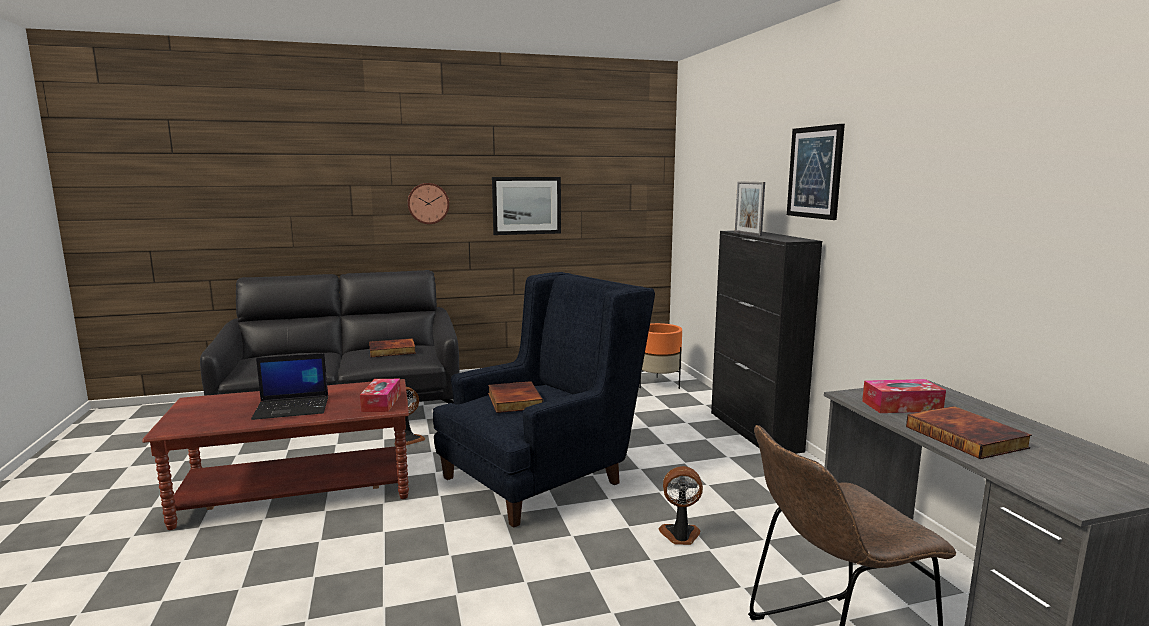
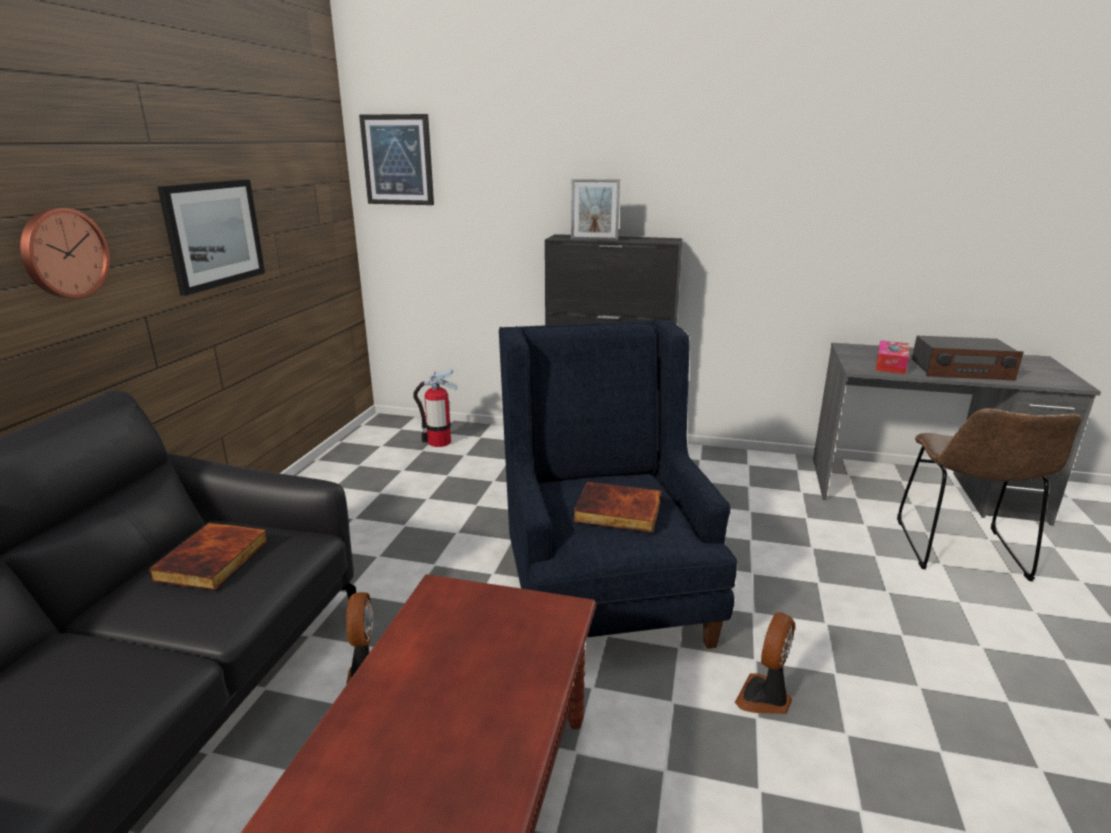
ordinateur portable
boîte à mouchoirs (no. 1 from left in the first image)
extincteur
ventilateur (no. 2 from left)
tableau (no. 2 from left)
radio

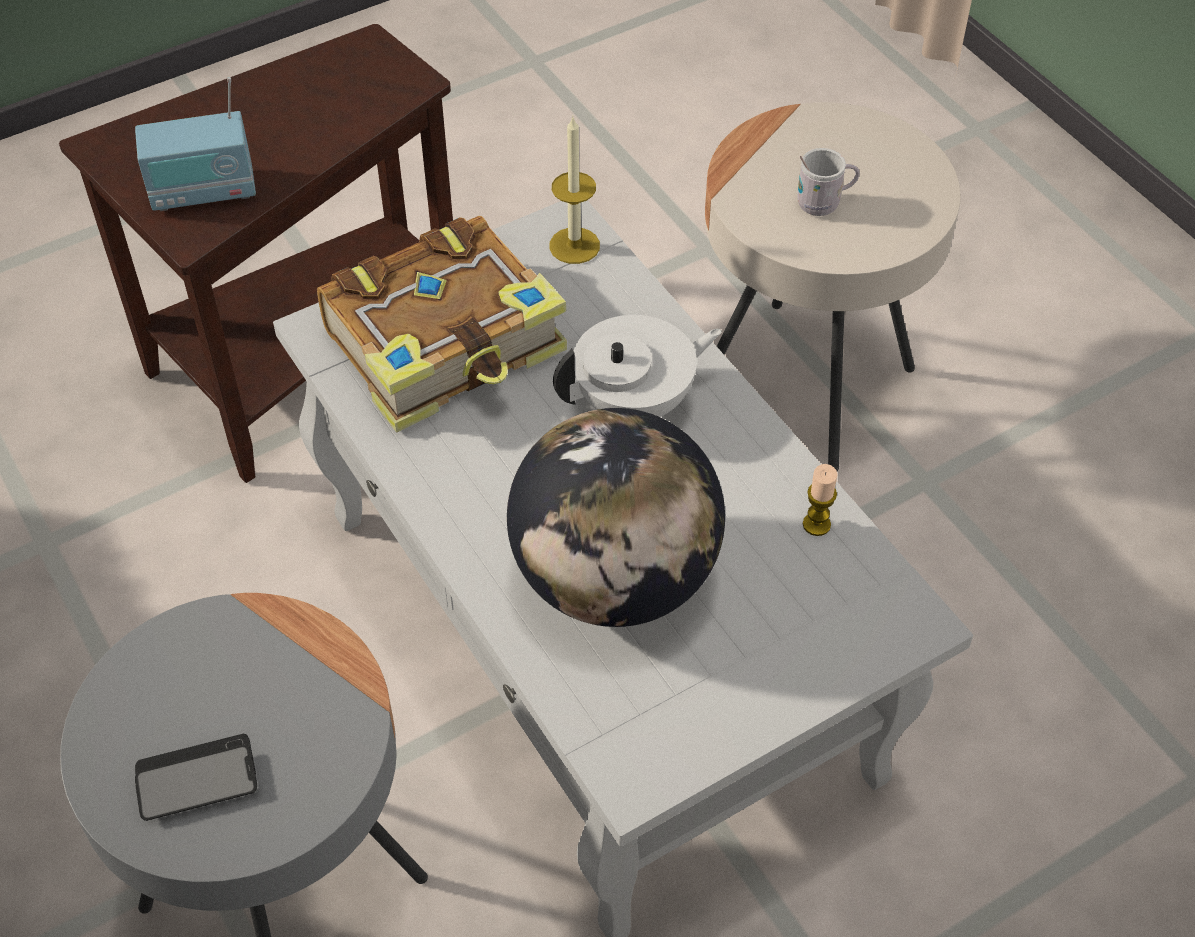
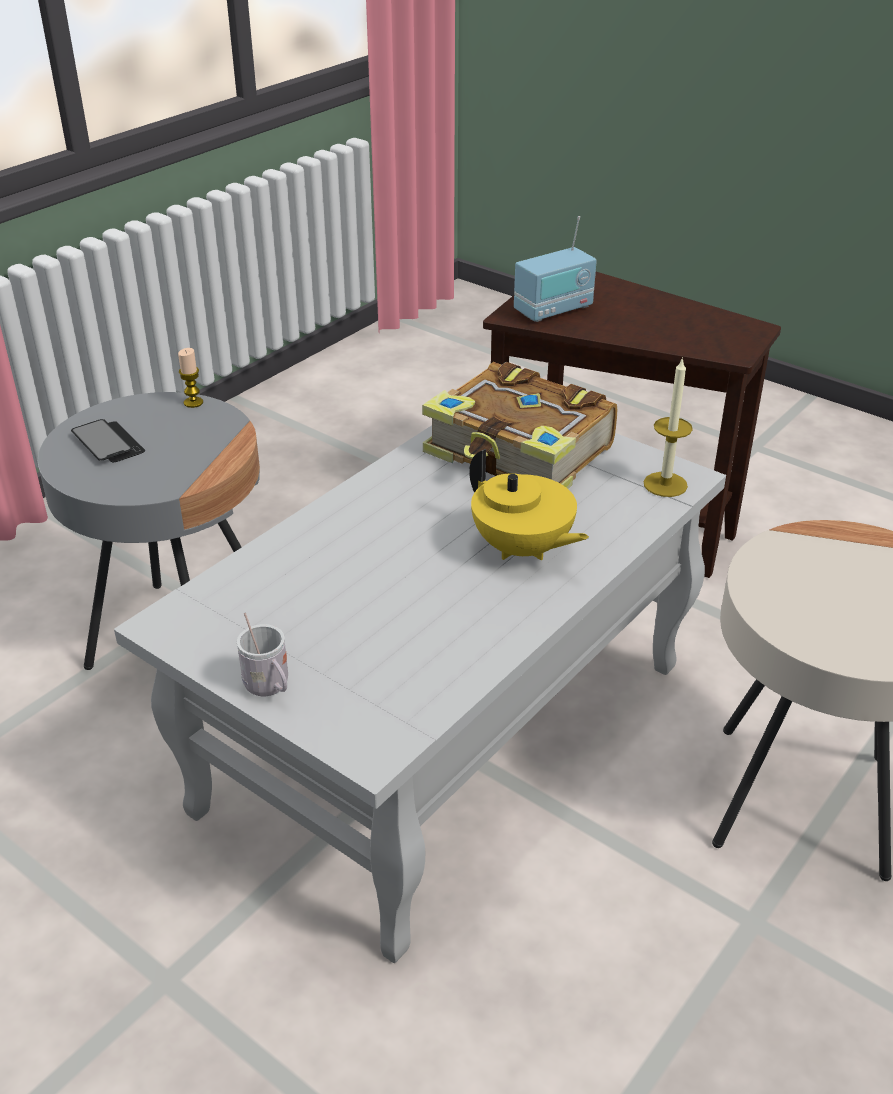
radio
globe
théière [jaune]
mug [blanc]
bougie (no. 1 from left)

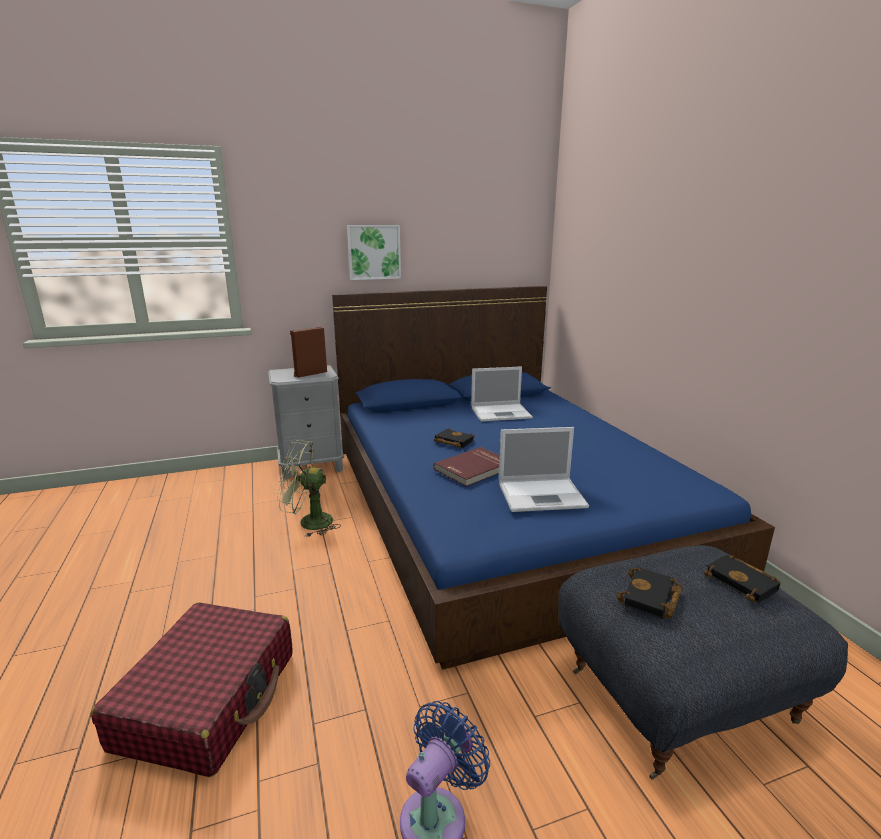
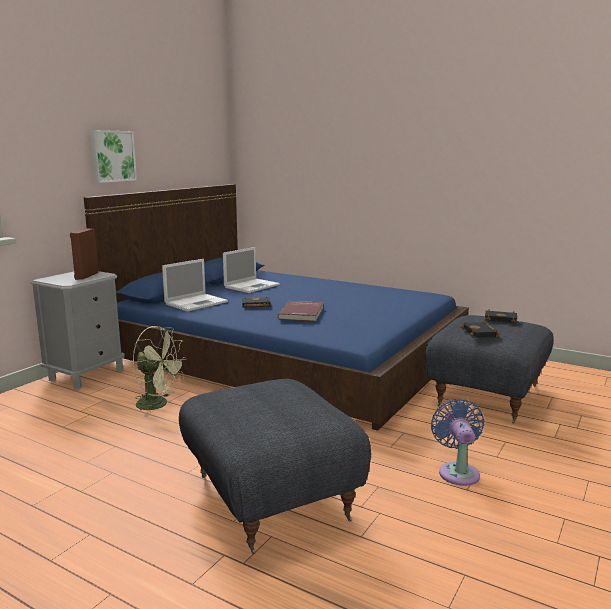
pouf [gris] (no. 1 from left)
ventilateur [vert]
ordinateur portable (no. 1 from left)

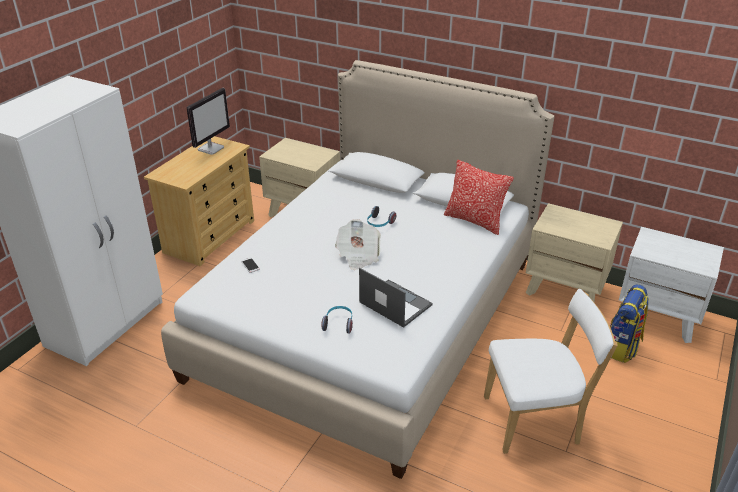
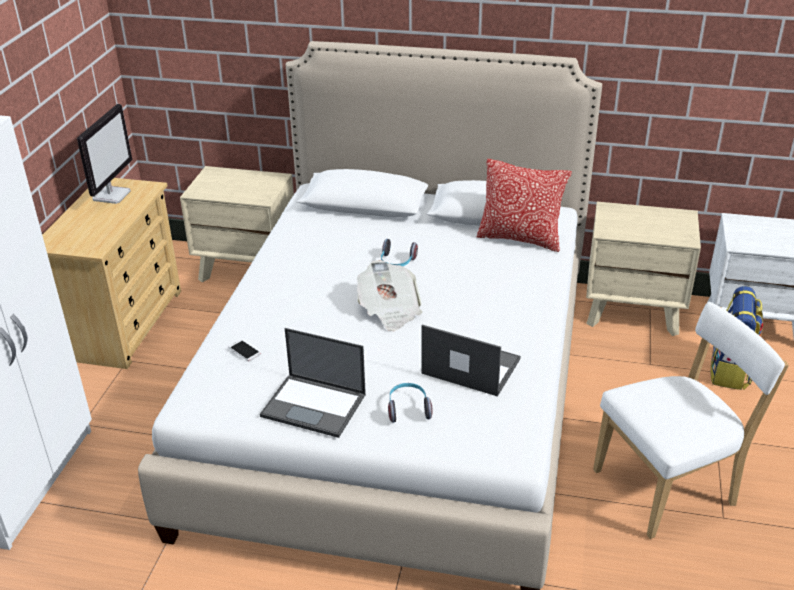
ordinateur portable (no. 1 from left)

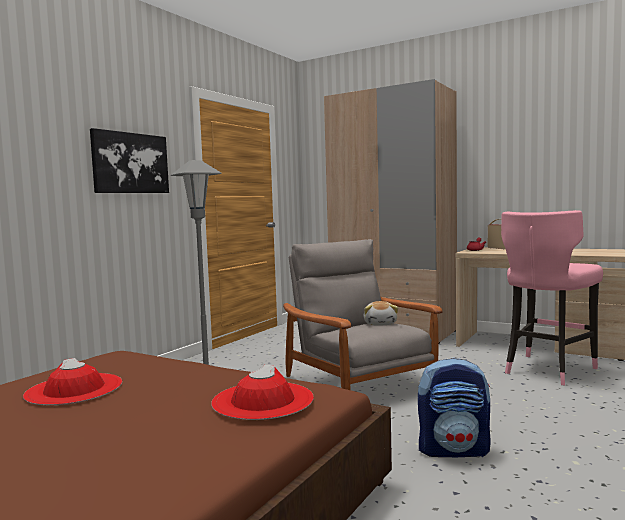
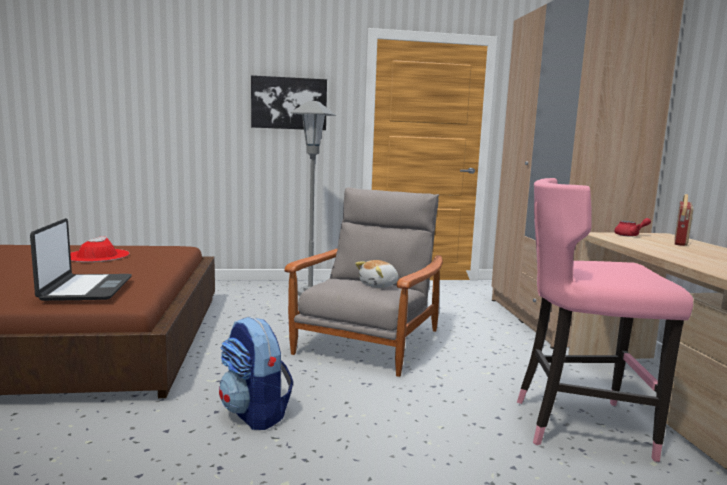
ordinateur portable

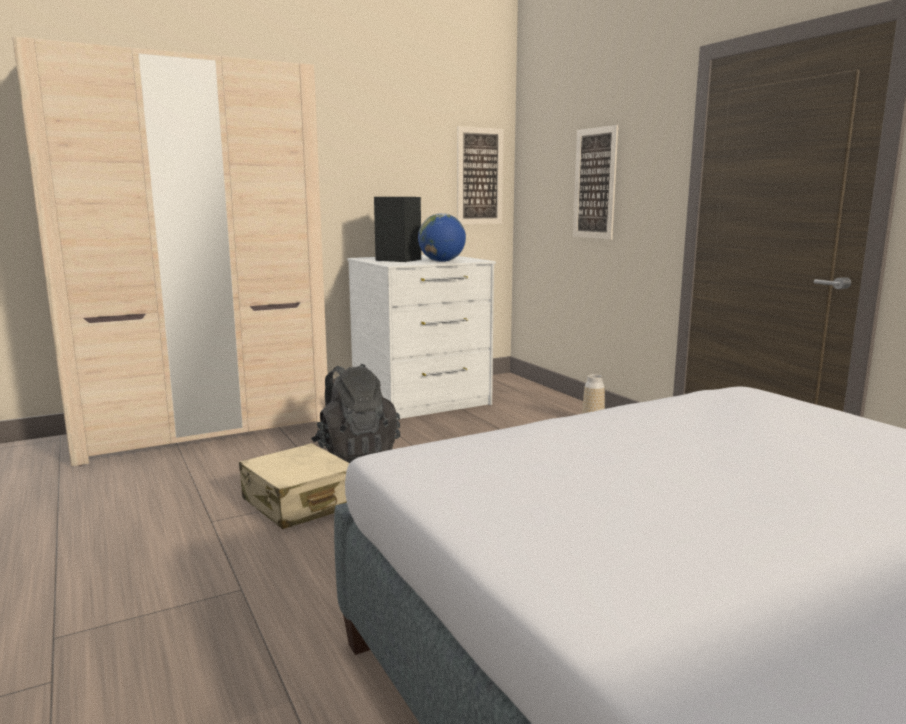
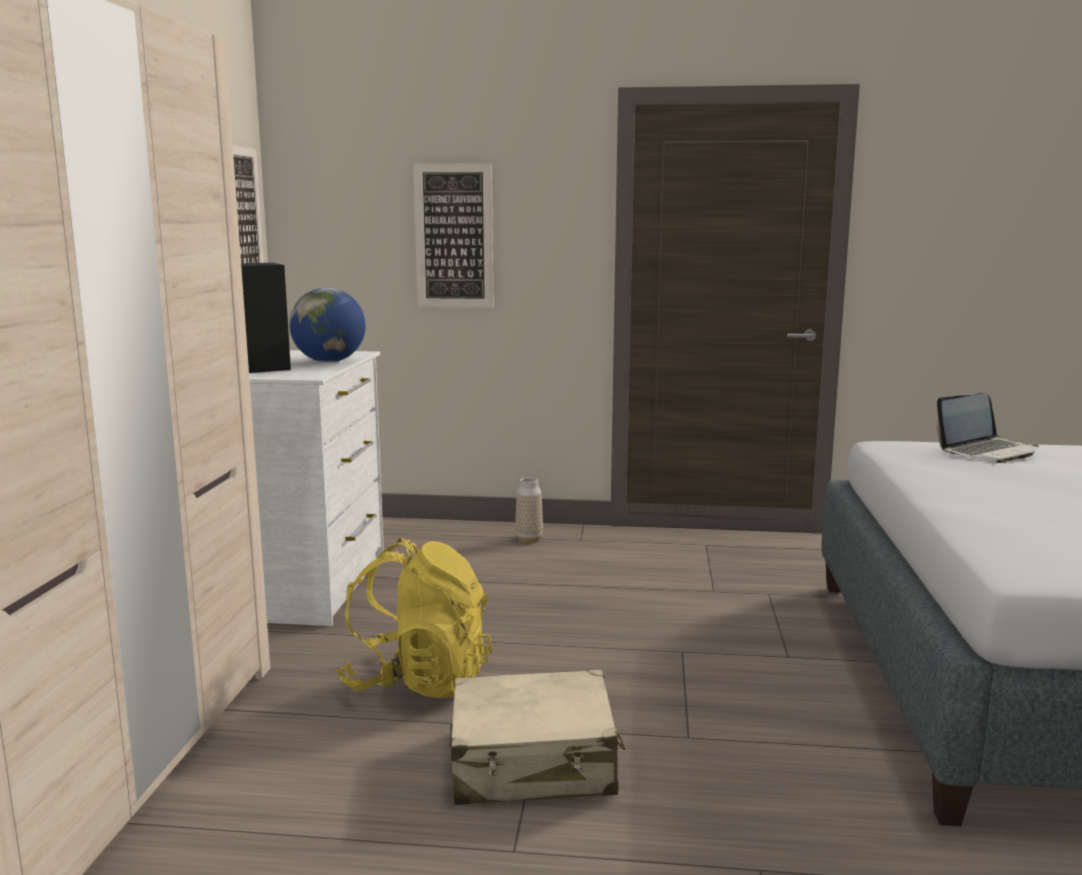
sac à dos [jaune]
ordinateur portable

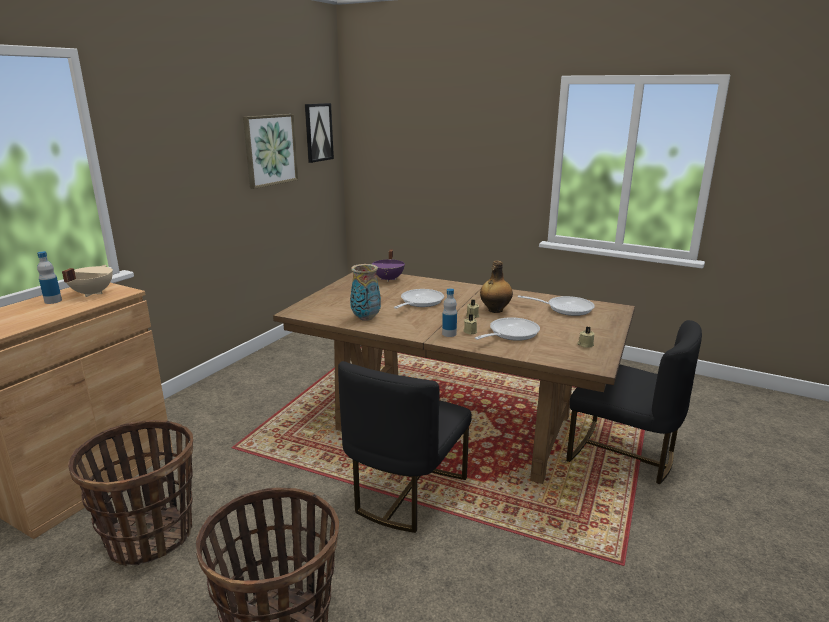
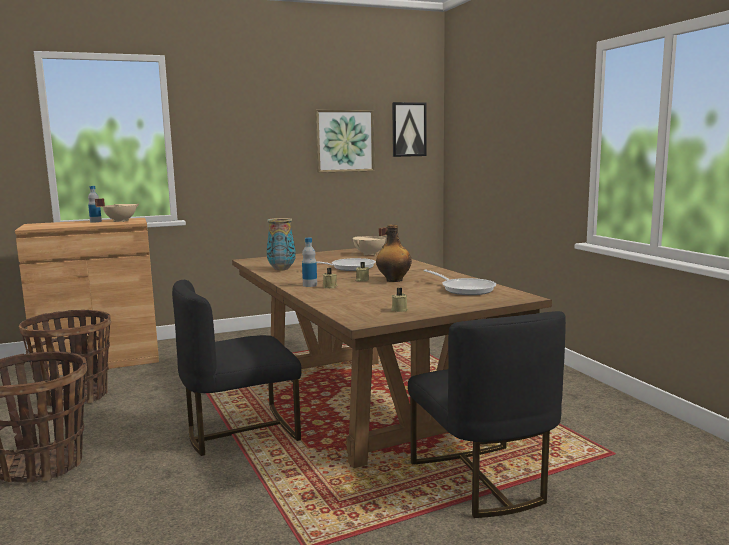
marmite [beige] (no. 2 from left)
poêle (no. 2 from left in the first image)

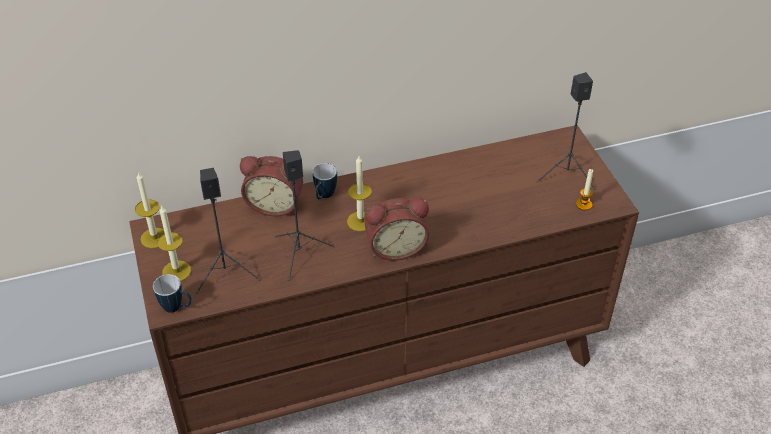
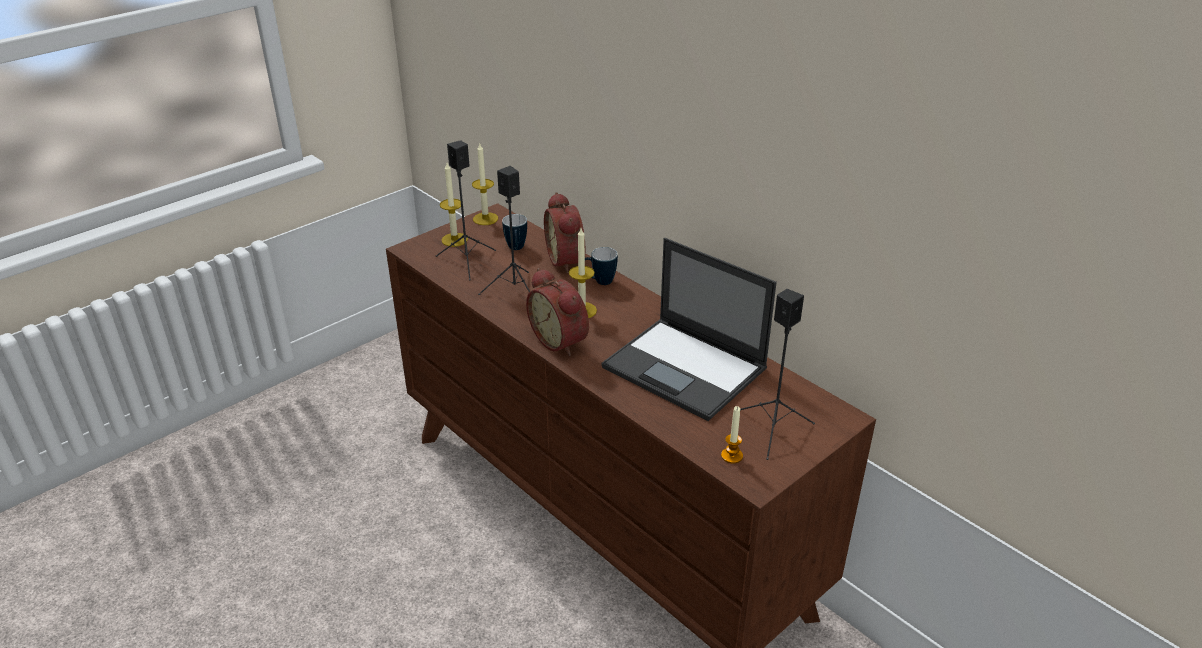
mug (no. 1 from left)
ordinateur portable

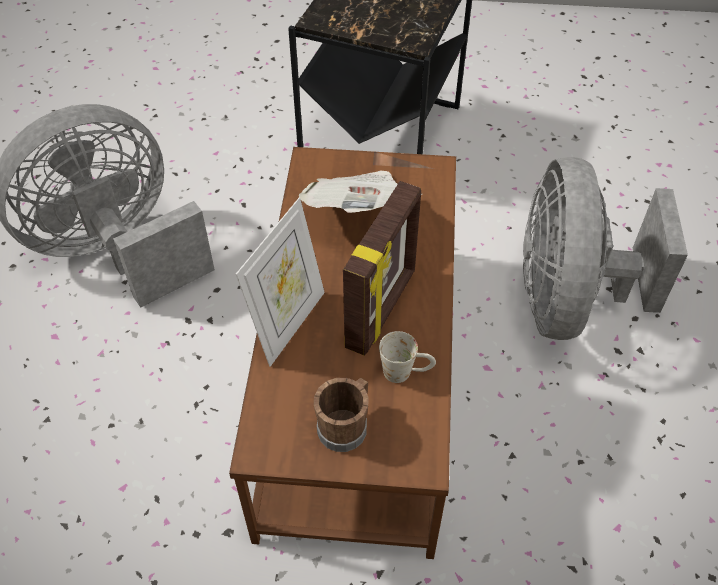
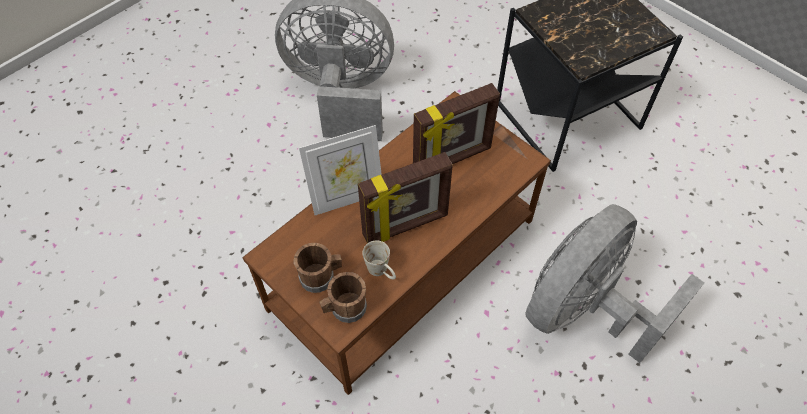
cadre photo (no. 3 from left)
mug [marron] (no. 2 from left)

